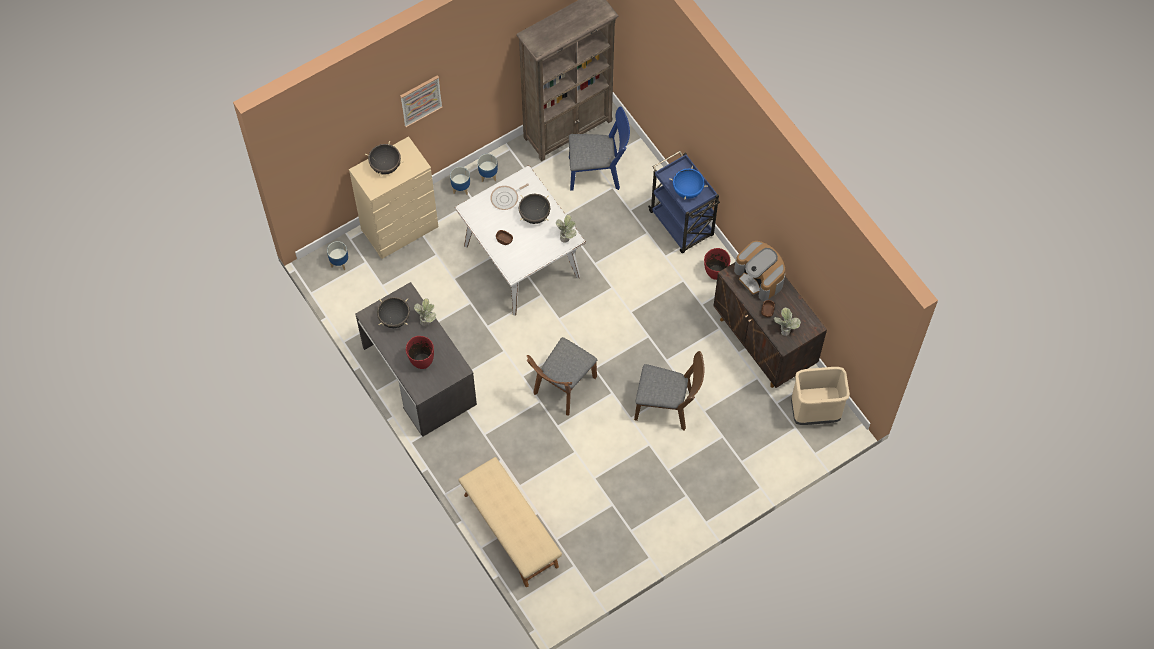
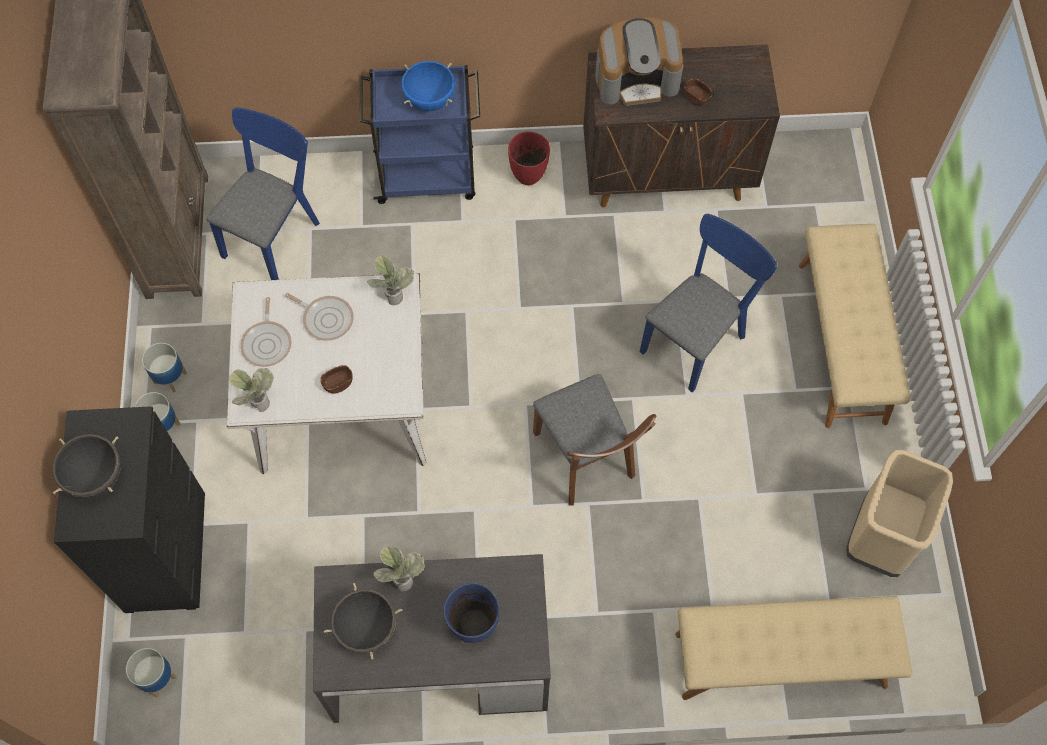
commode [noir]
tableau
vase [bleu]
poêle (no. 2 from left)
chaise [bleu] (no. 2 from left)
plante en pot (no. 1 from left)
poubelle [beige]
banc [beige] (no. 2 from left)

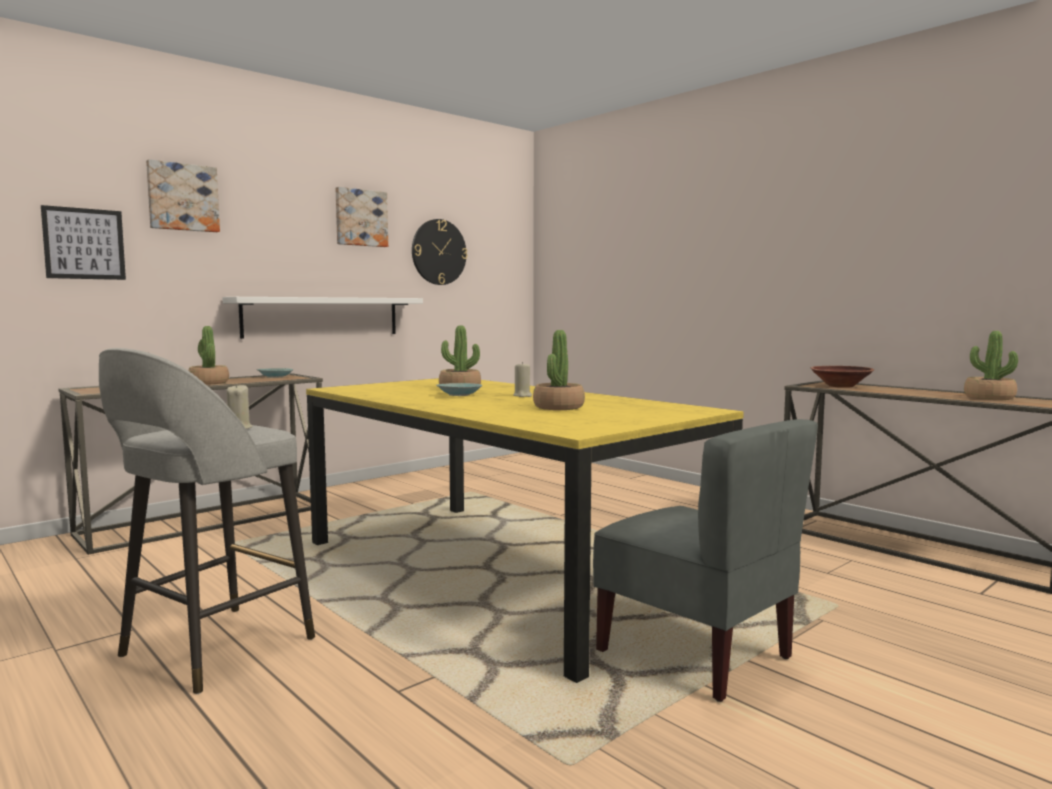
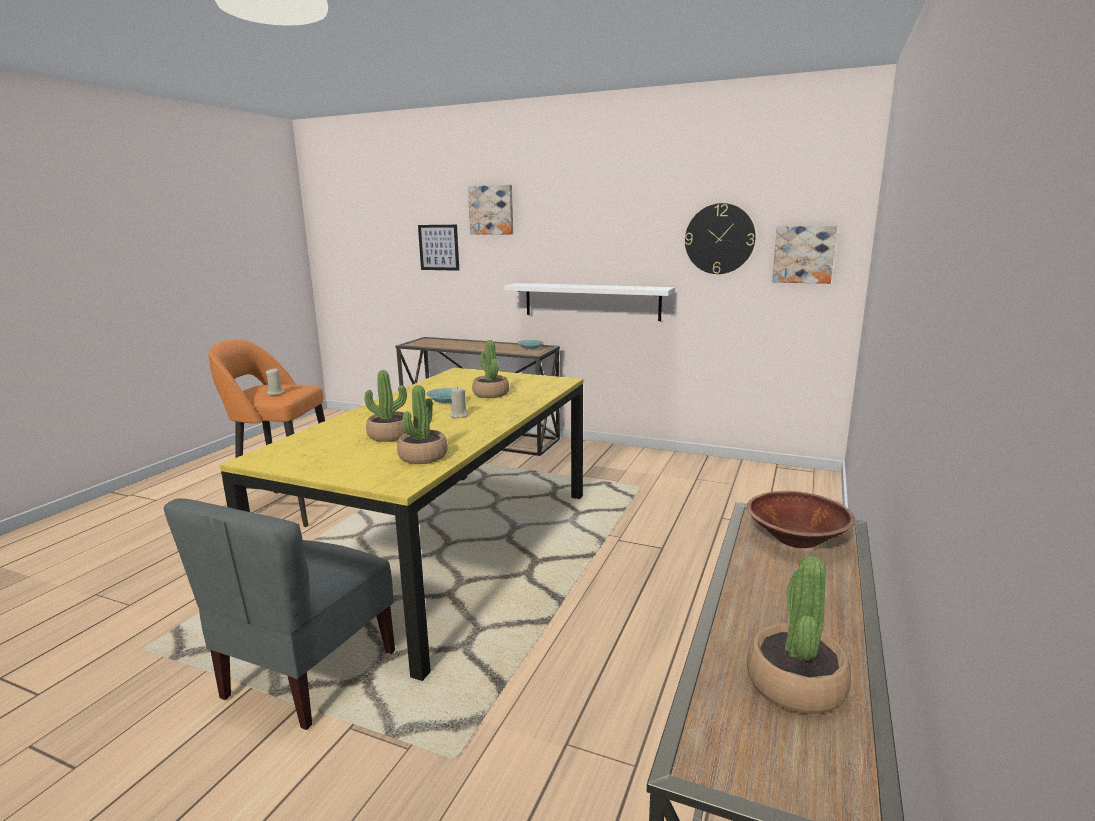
tabouret [orange]
plante en pot (no. 2 from left)
tableau (no. 3 from left)

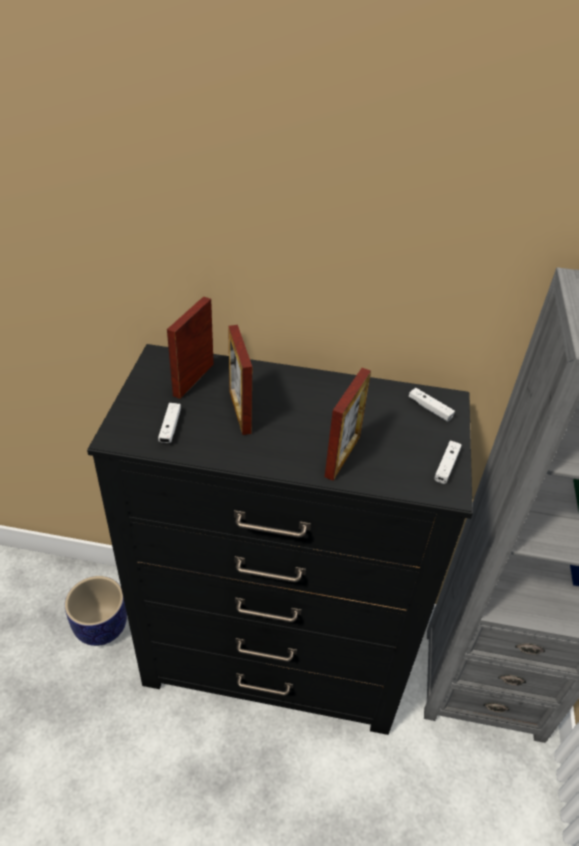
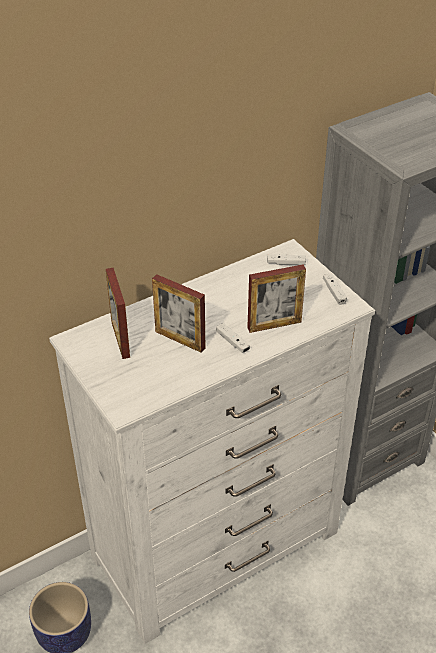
commode [blanc]
manette [blanc] (no. 1 from left)
cadre photo (no. 3 from left)

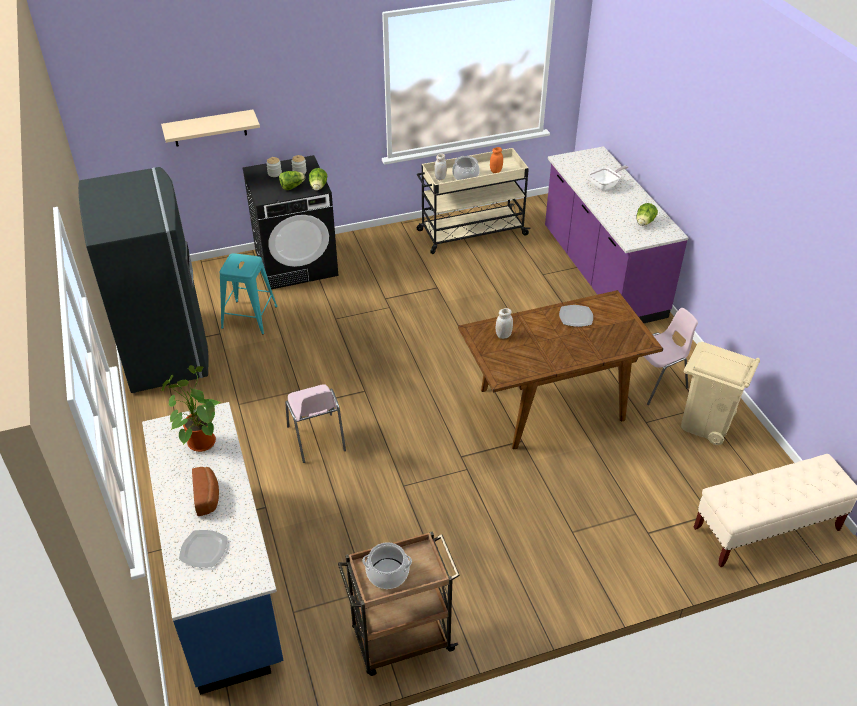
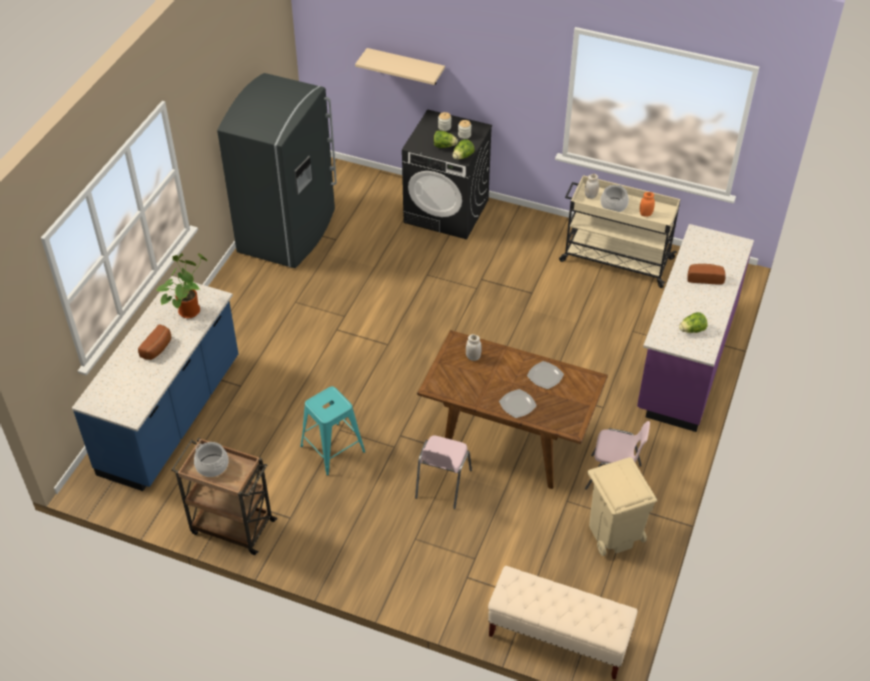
assiette (no. 1 from left)
tabouret [turquoise]
chaise [rose] (no. 1 from left)
pain (no. 2 from left)

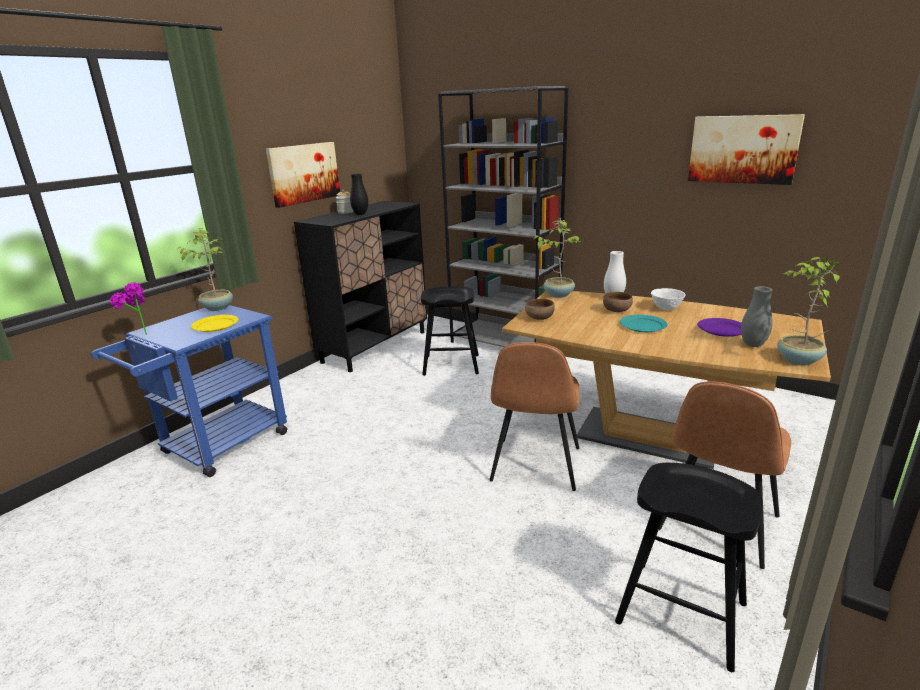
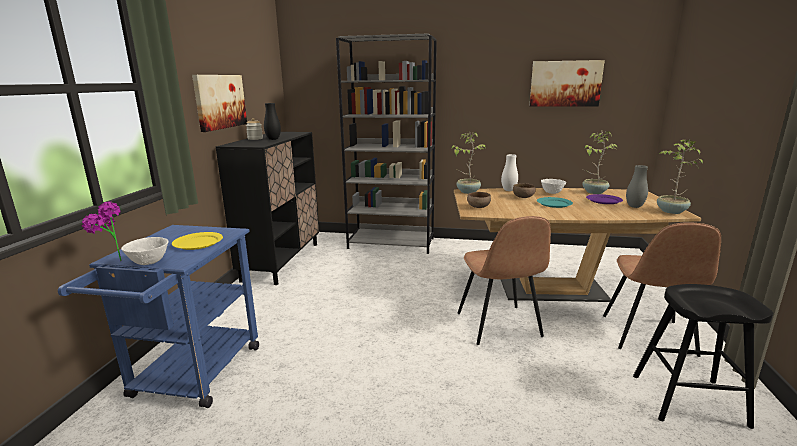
plante en pot (no. 3 from left)
tabouret [noir] (no. 1 from left in the first image)
bol [blanc] (no. 1 from left)

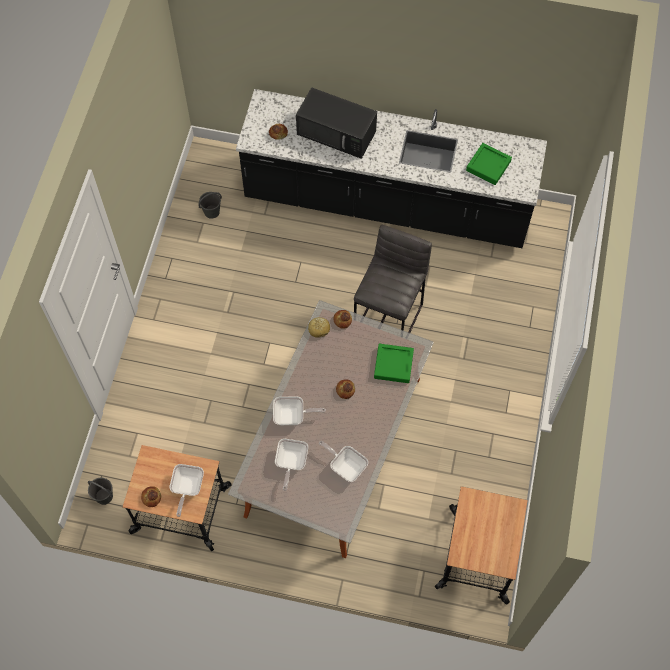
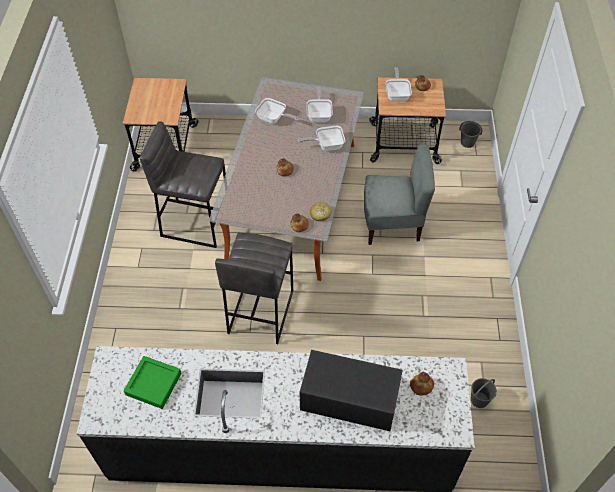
plateau [vert] (no. 1 from left in the first image)
tabouret [gris] (no. 1 from left)
chaise [gris]

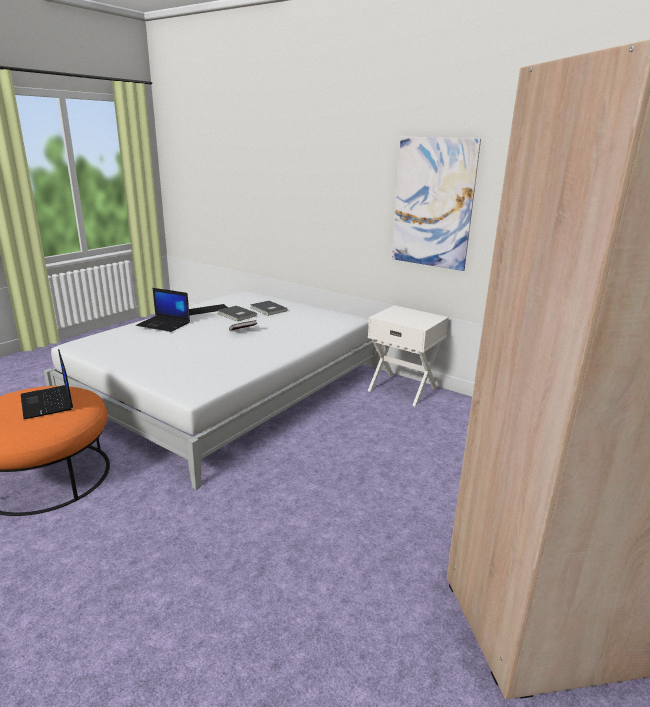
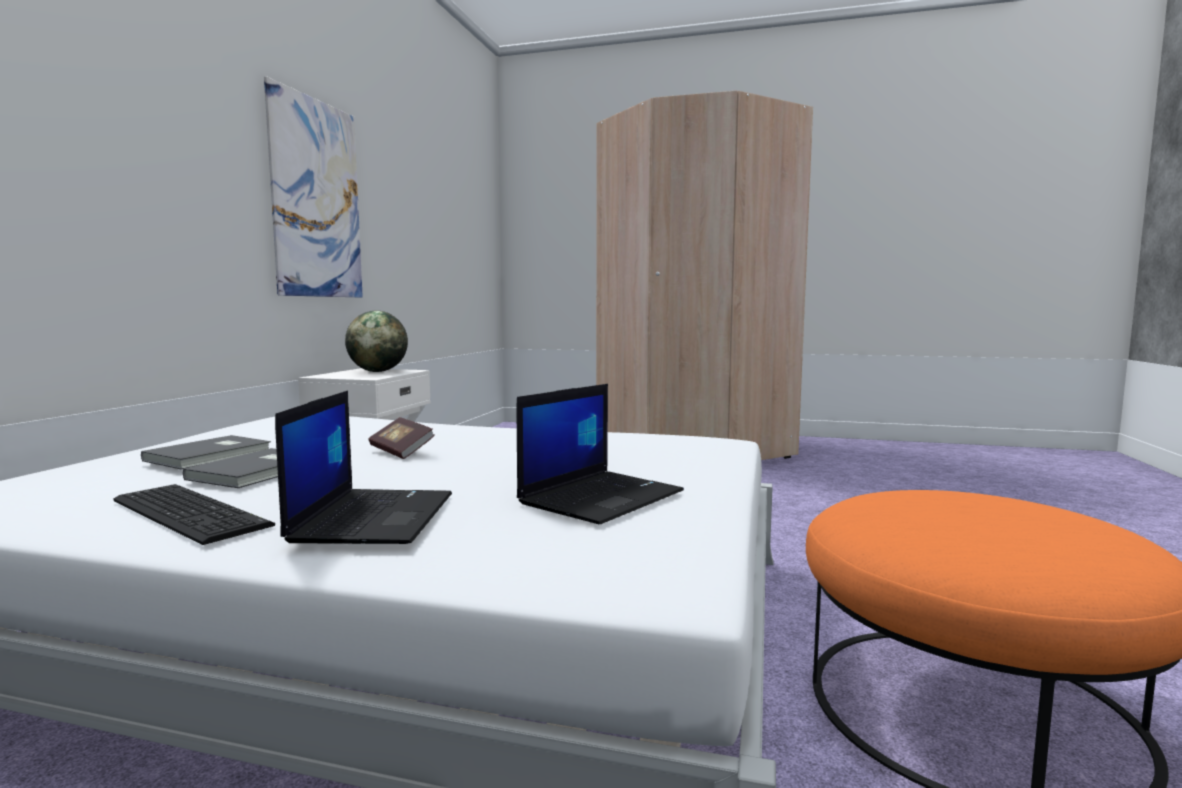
ordinateur portable (no. 2 from left)
globe

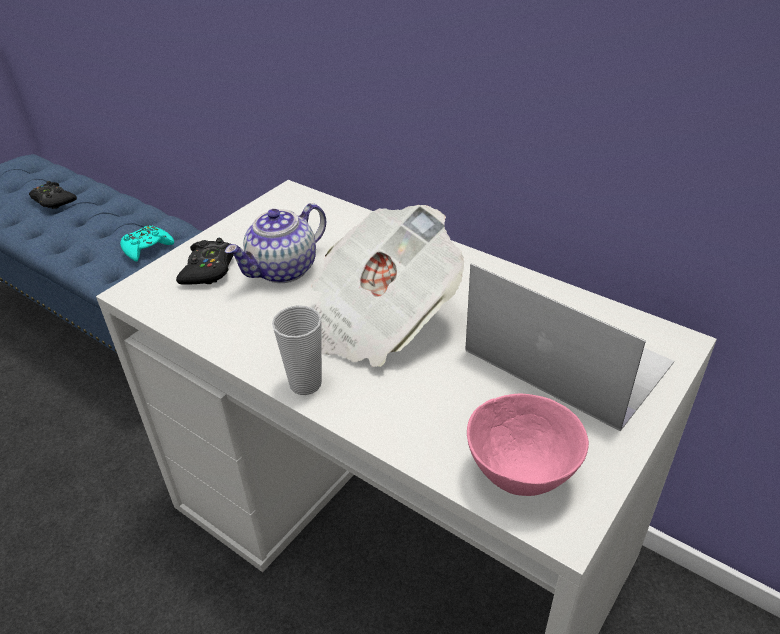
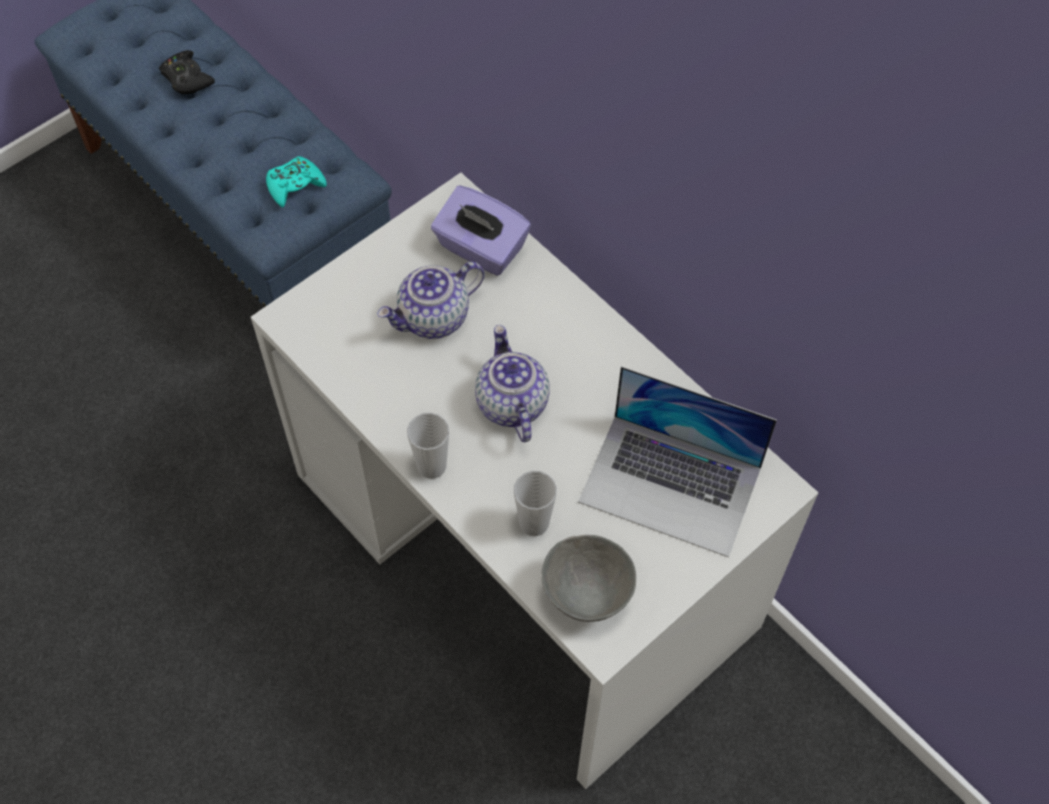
manette [noir] (no. 2 from left in the first image)
théière (no. 2 from left)
ordinateur portable
bol [gris]
boîte à mouchoirs [violet]
tasse (no. 2 from left)

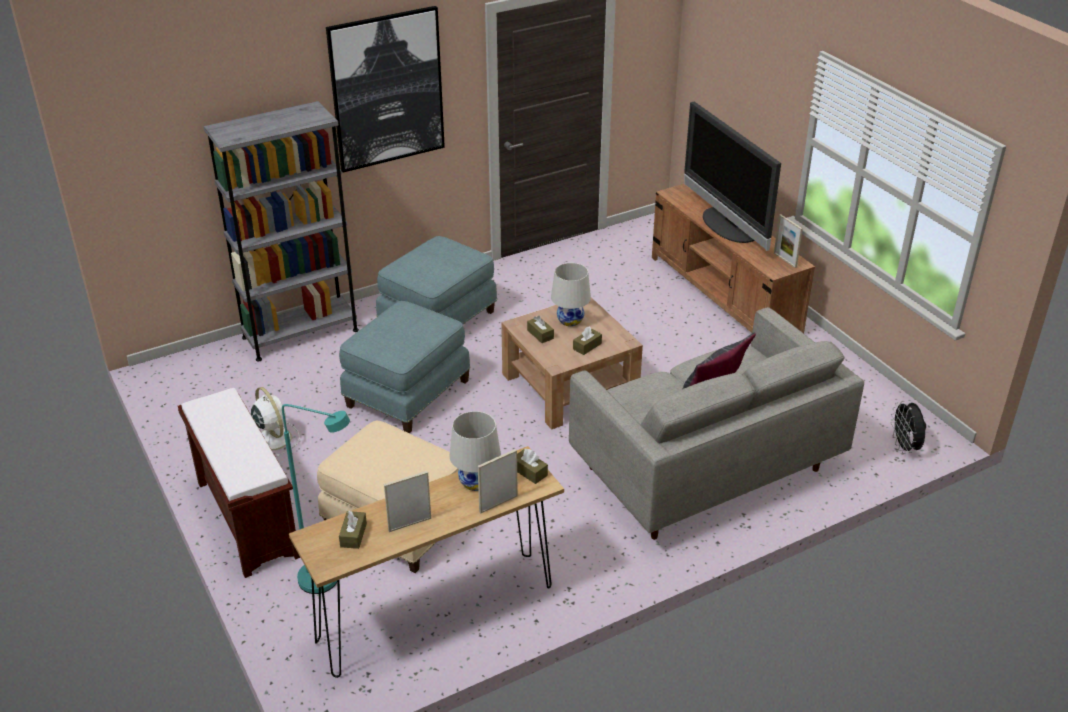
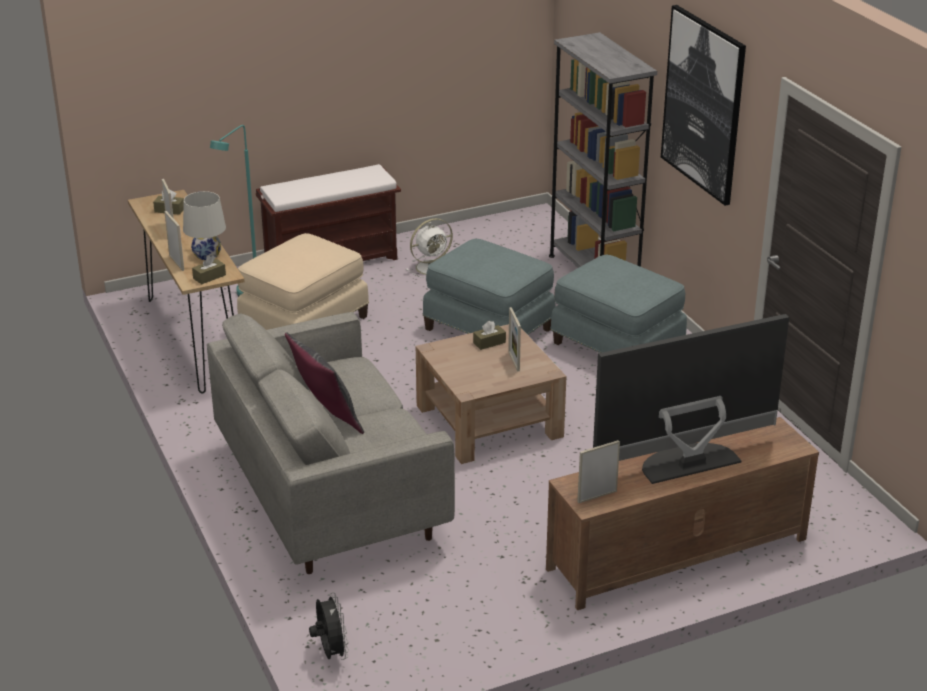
cadre photo (no. 3 from left)
boîte à mouchoirs [marron] (no. 4 from left in the first image)
ventilateur [noir]

